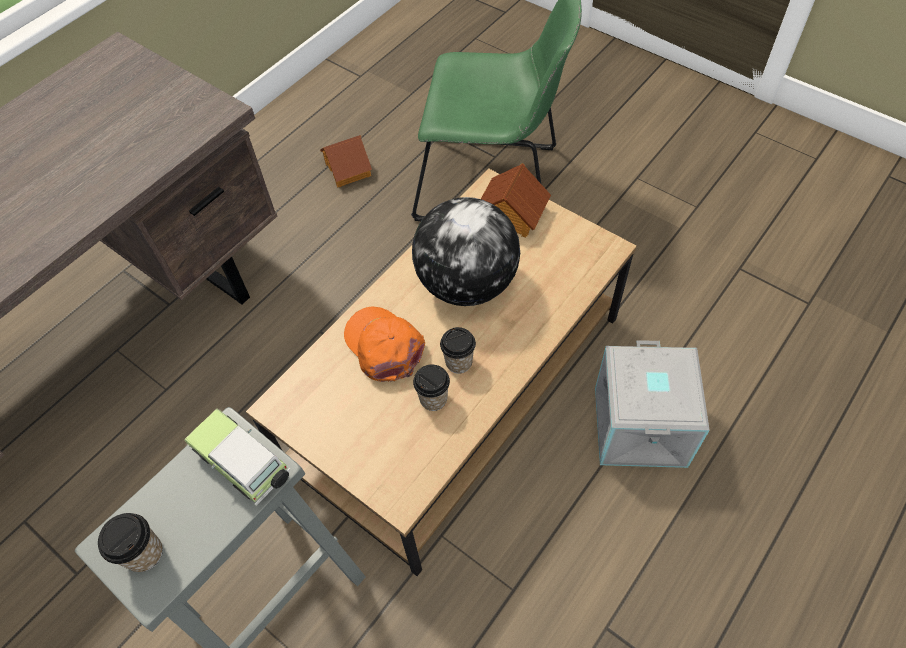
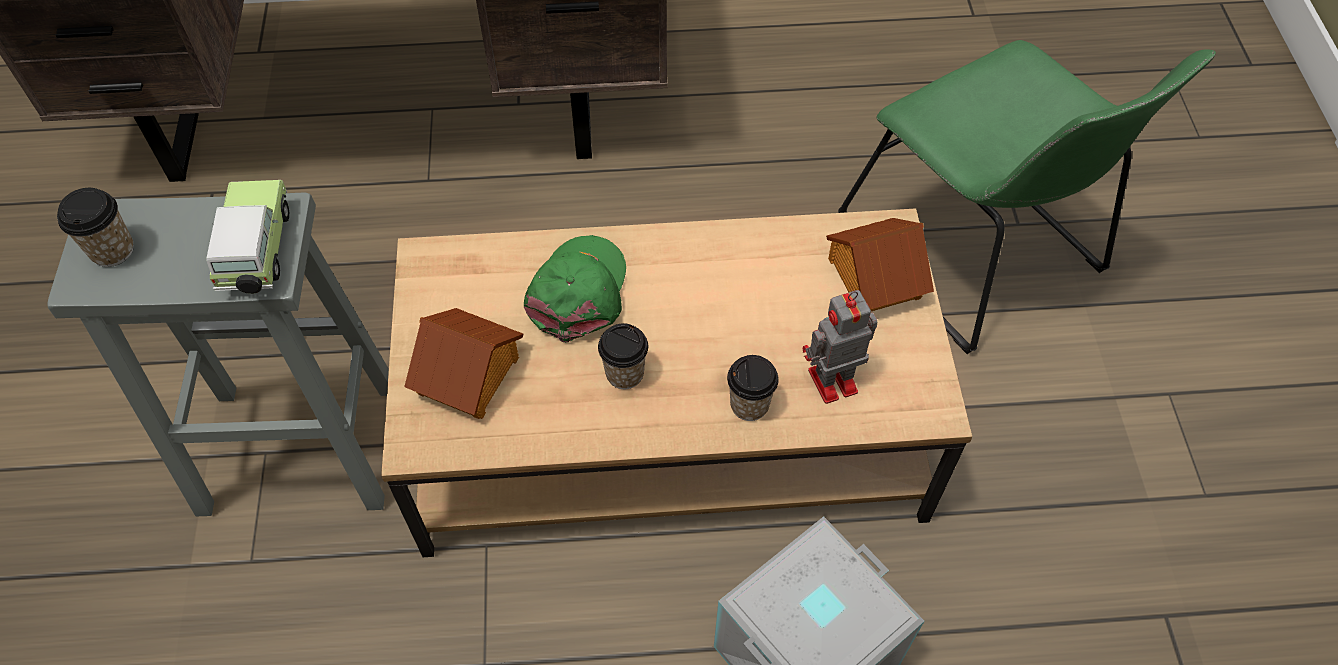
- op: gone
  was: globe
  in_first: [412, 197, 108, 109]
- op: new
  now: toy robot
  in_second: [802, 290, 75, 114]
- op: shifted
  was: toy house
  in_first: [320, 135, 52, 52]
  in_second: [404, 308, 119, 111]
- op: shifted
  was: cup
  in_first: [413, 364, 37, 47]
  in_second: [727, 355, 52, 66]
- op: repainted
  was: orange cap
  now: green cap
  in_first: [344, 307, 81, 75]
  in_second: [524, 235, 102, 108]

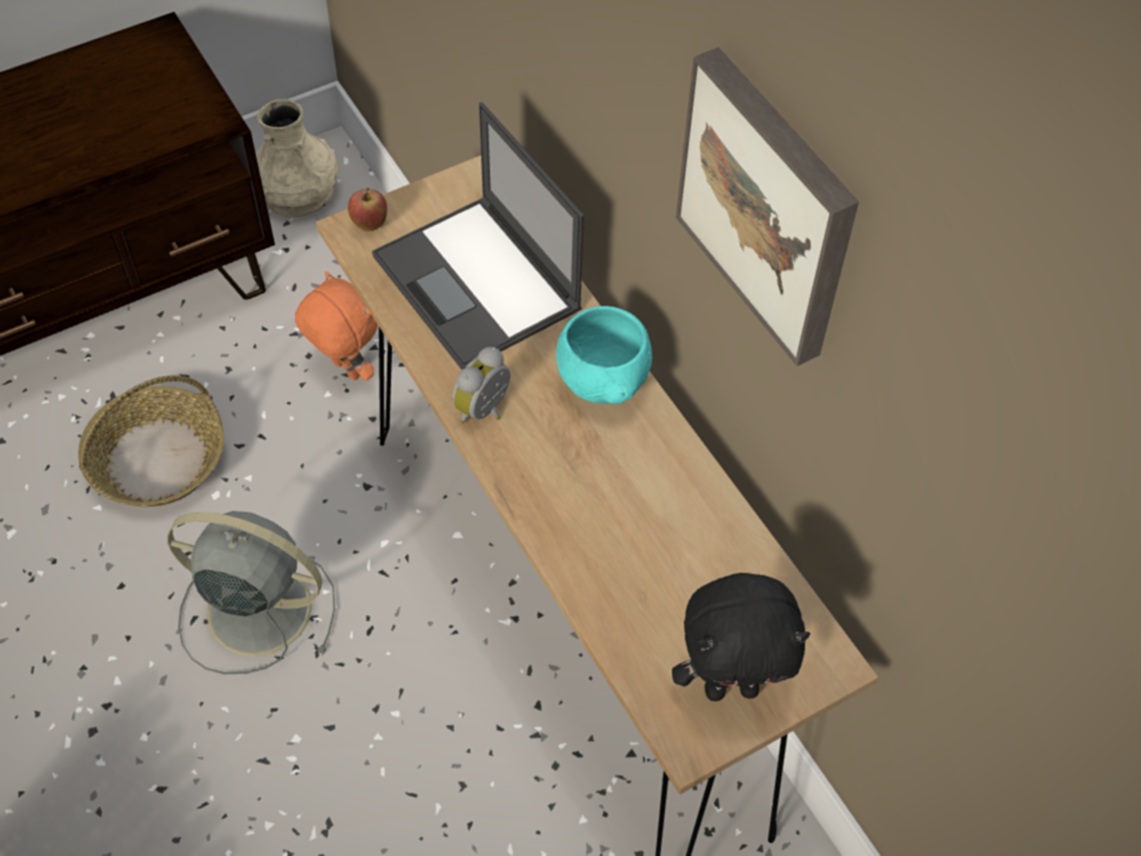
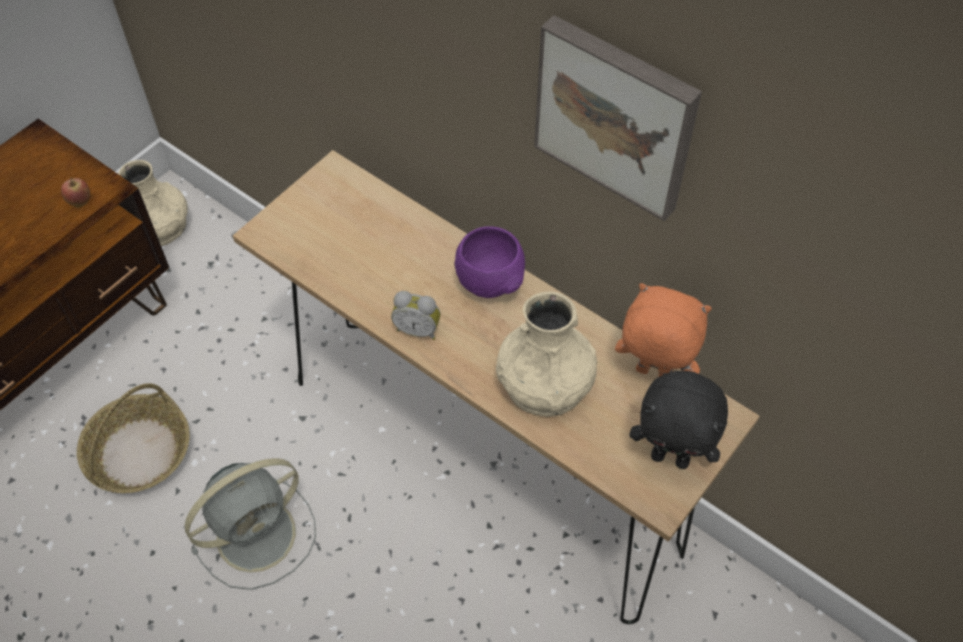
- op: gone
  was: laptop
  in_first: [372, 102, 212, 268]
- op: new
  now: beige vase
  in_second: [496, 291, 101, 126]
- op: shifted
  was: orange plush toy
  in_first: [295, 271, 83, 109]
  in_second: [615, 283, 97, 94]
- op: shifted
  was: apple
  in_first: [348, 187, 39, 44]
  in_second: [61, 177, 29, 31]
- op: repainted
  was: turquoise bowl
  now: purple bowl
  in_first: [556, 306, 96, 98]
  in_second: [455, 226, 70, 72]
- op: rotated
  was: grey fan
  in_first: [167, 511, 168, 163]
  in_second: [185, 458, 131, 132]
  clockwise: 150
- op: rotated
  was: alarm clock
  in_first: [452, 347, 58, 77]
  in_second: [391, 291, 50, 49]
  clockwise: -90
- op: rotated
  was: black plush toy
  in_first: [672, 573, 138, 128]
  in_second: [629, 371, 99, 98]
  clockwise: 45

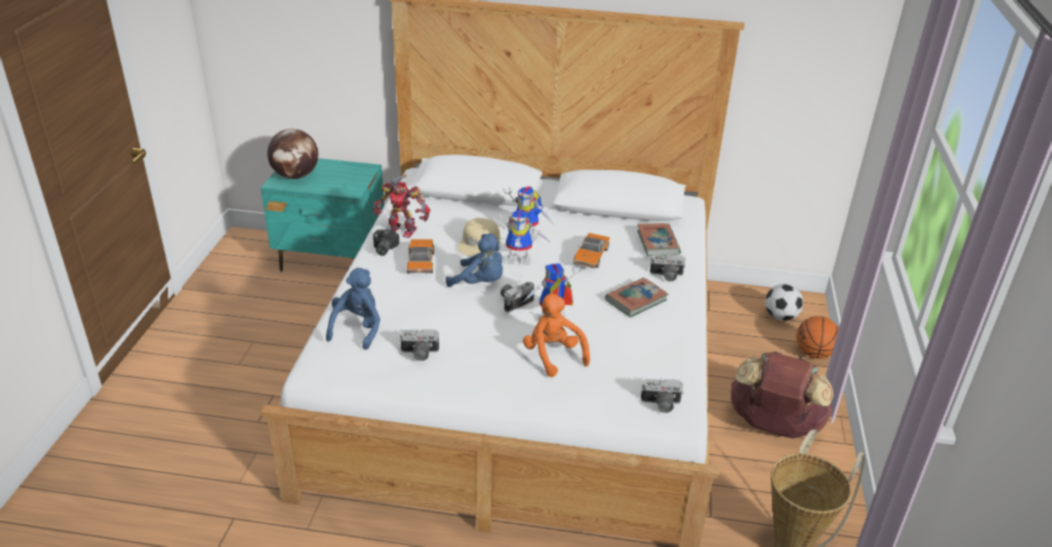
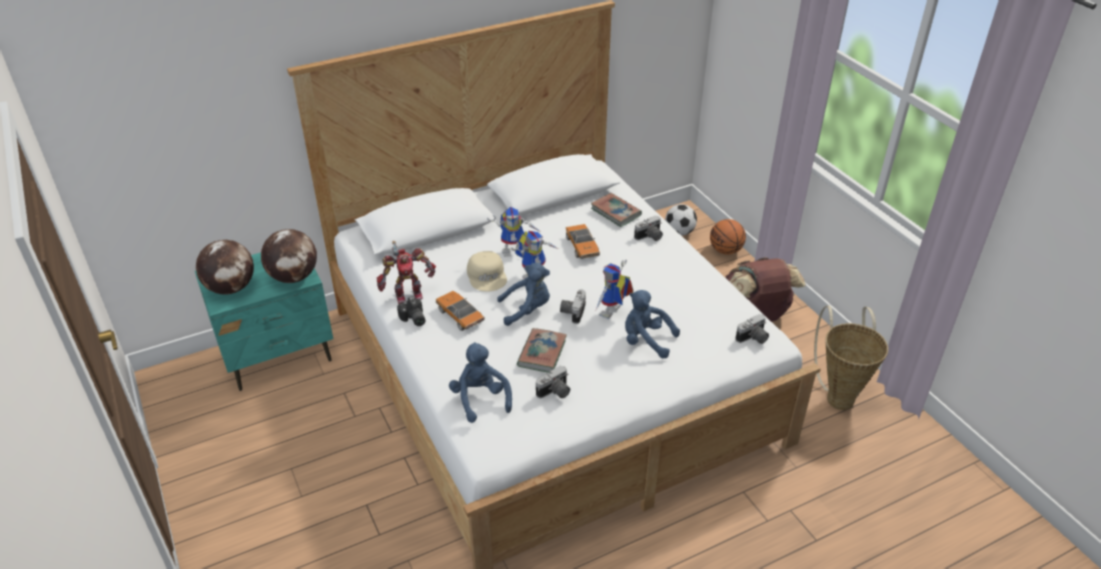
- op: new
  now: globe
  in_second: [261, 229, 56, 54]
- op: shifted
  was: book
  in_first: [605, 277, 64, 40]
  in_second: [517, 328, 50, 45]
- op: repainted
  was: orange plush toy
  now: blue plush toy
  in_first: [523, 294, 67, 83]
  in_second: [625, 290, 55, 68]

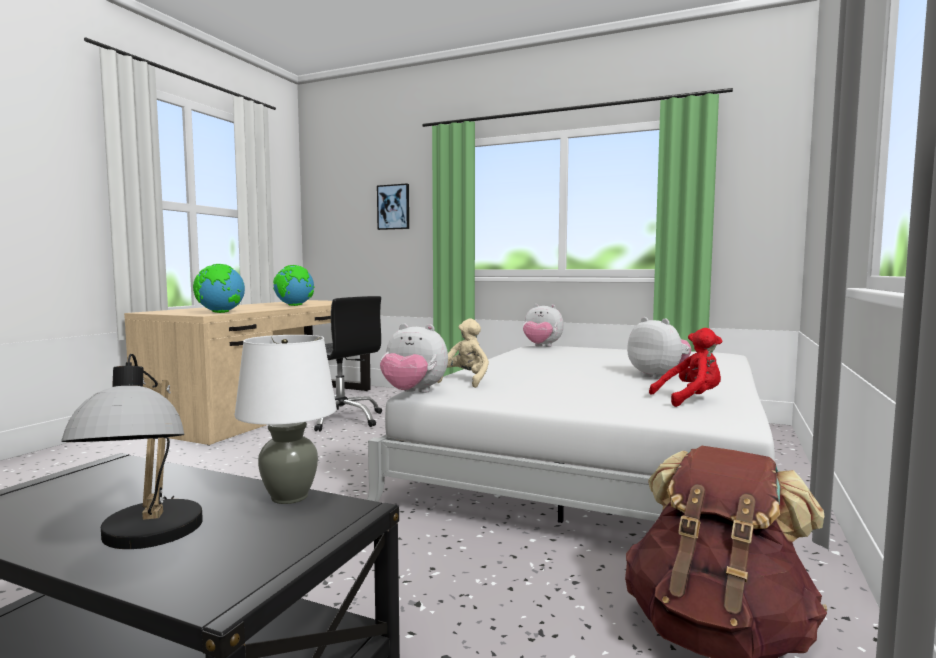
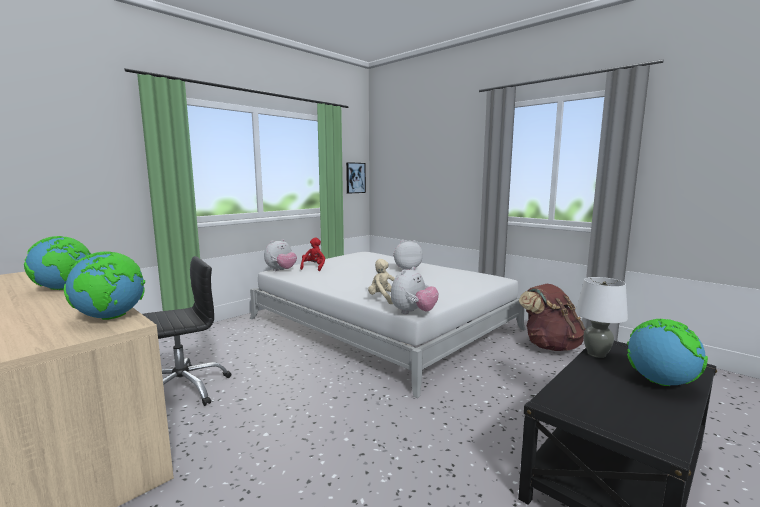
- op: shifted
  was: picture
  in_first: [377, 184, 32, 46]
  in_second: [346, 162, 20, 32]
- op: shifted
  was: red plush toy
  in_first: [649, 328, 73, 79]
  in_second: [300, 237, 25, 34]
- op: swapped
  was: table lamp
  now: globe
  in_first: [61, 354, 142, 195]
  in_second: [627, 319, 81, 67]

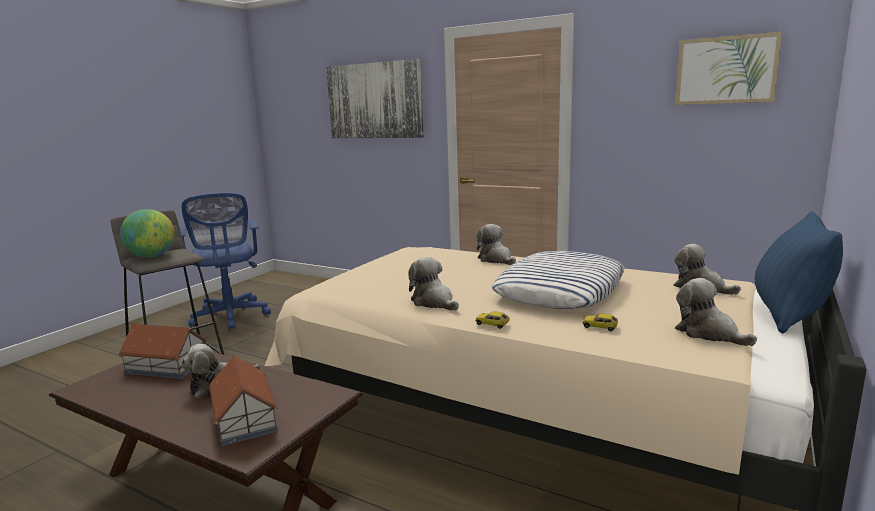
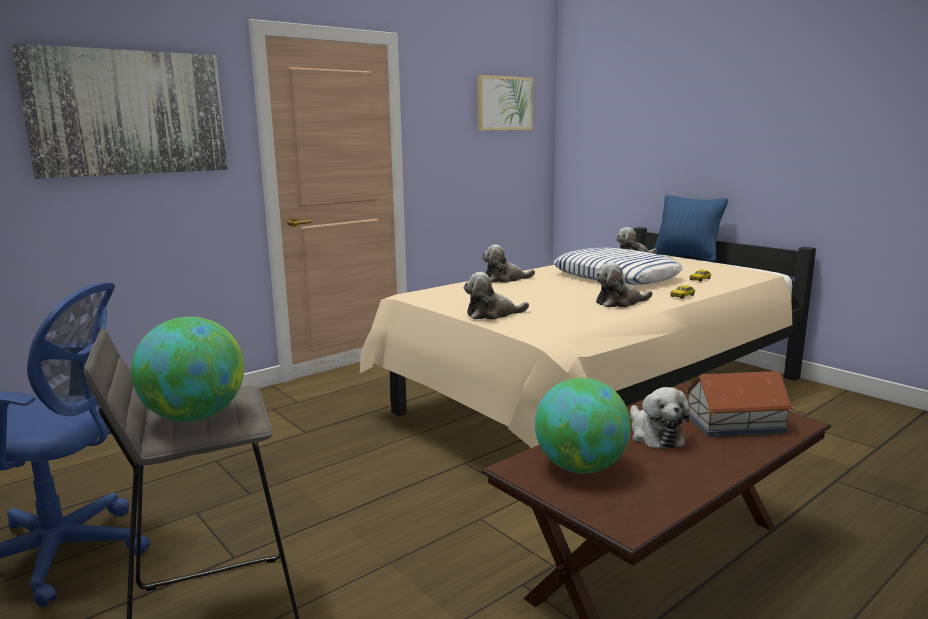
- op: shifted
  was: plush toy
  in_first: [675, 278, 82, 68]
  in_second: [463, 272, 66, 48]
- op: swapped
  was: toy house
  now: globe
  in_first: [118, 324, 90, 55]
  in_second: [535, 378, 96, 96]

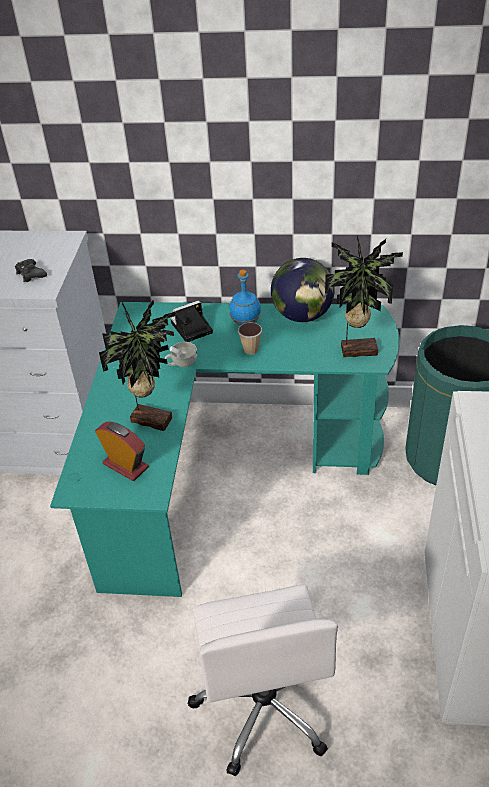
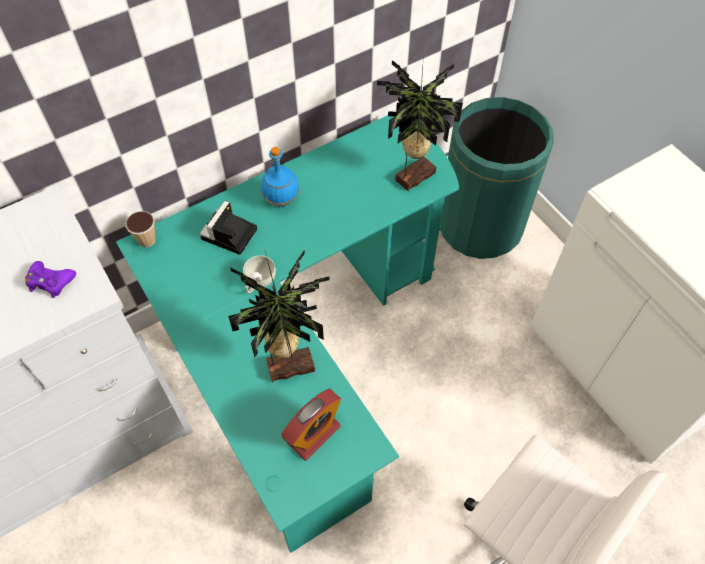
- op: gone
  was: globe
  in_first: [271, 258, 64, 64]
- op: shifted
  was: cup
  in_first: [238, 323, 24, 32]
  in_second: [125, 211, 31, 36]
- op: repainted
  was: black game controller
  now: purple game controller
  in_first: [15, 259, 32, 23]
  in_second: [25, 261, 51, 37]
- op: rotated
  was: alarm clock
  in_first: [95, 422, 54, 59]
  in_second: [281, 389, 60, 71]
  clockwise: 135

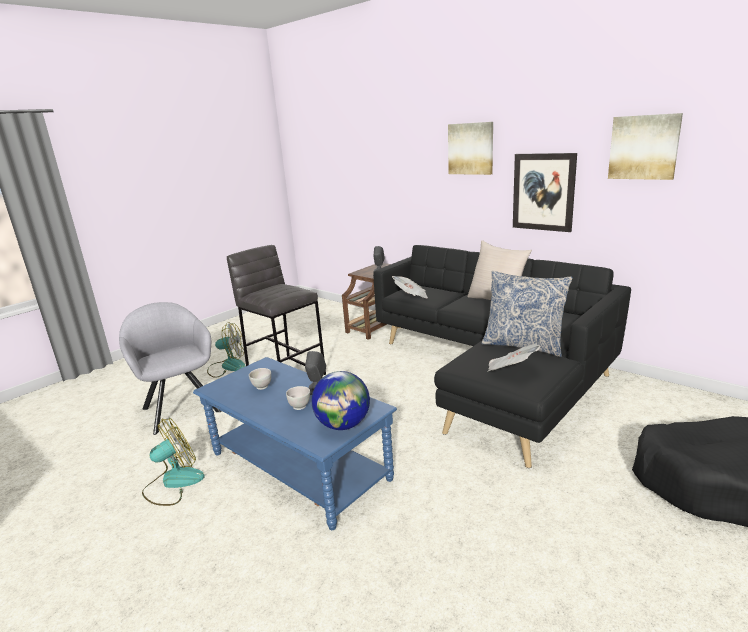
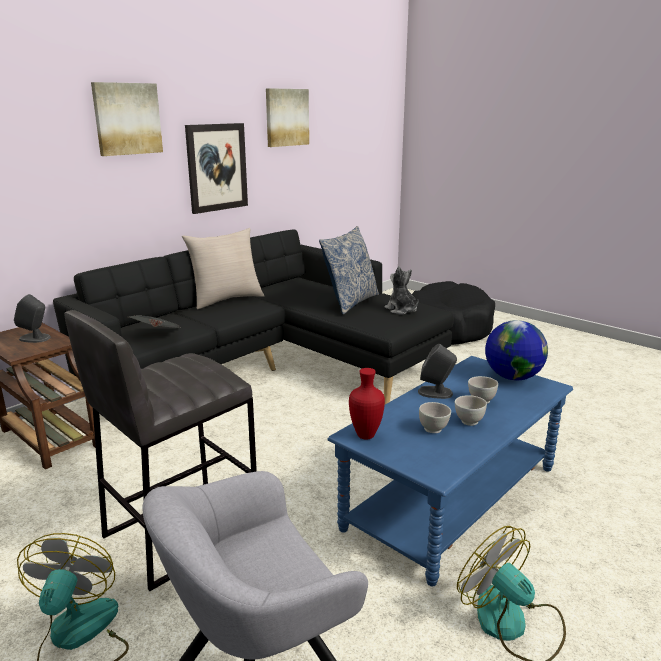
- op: new
  now: red vase
  in_second: [349, 368, 36, 72]
- op: new
  now: white bowl
  in_second: [455, 395, 32, 31]
- op: swapped
  was: newspaper
  now: plush toy
  in_first: [488, 343, 52, 28]
  in_second: [385, 266, 33, 49]

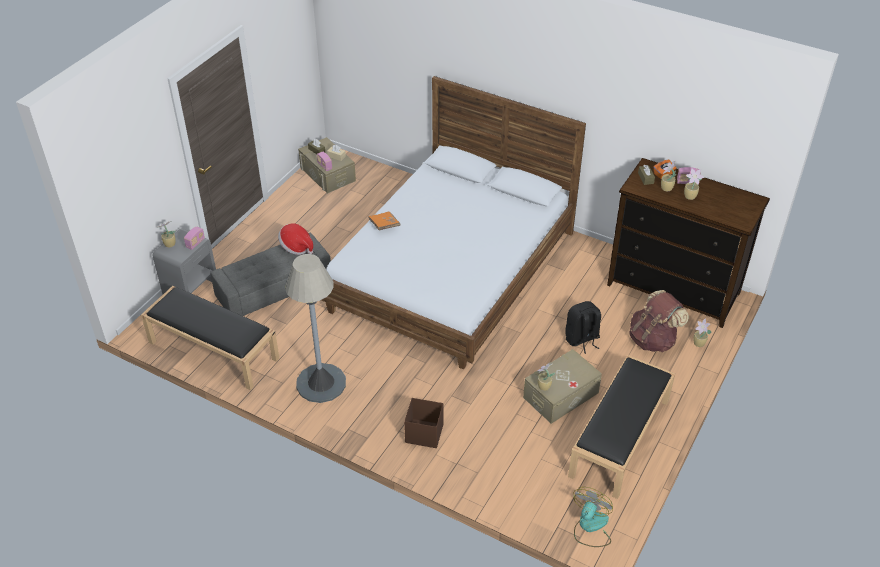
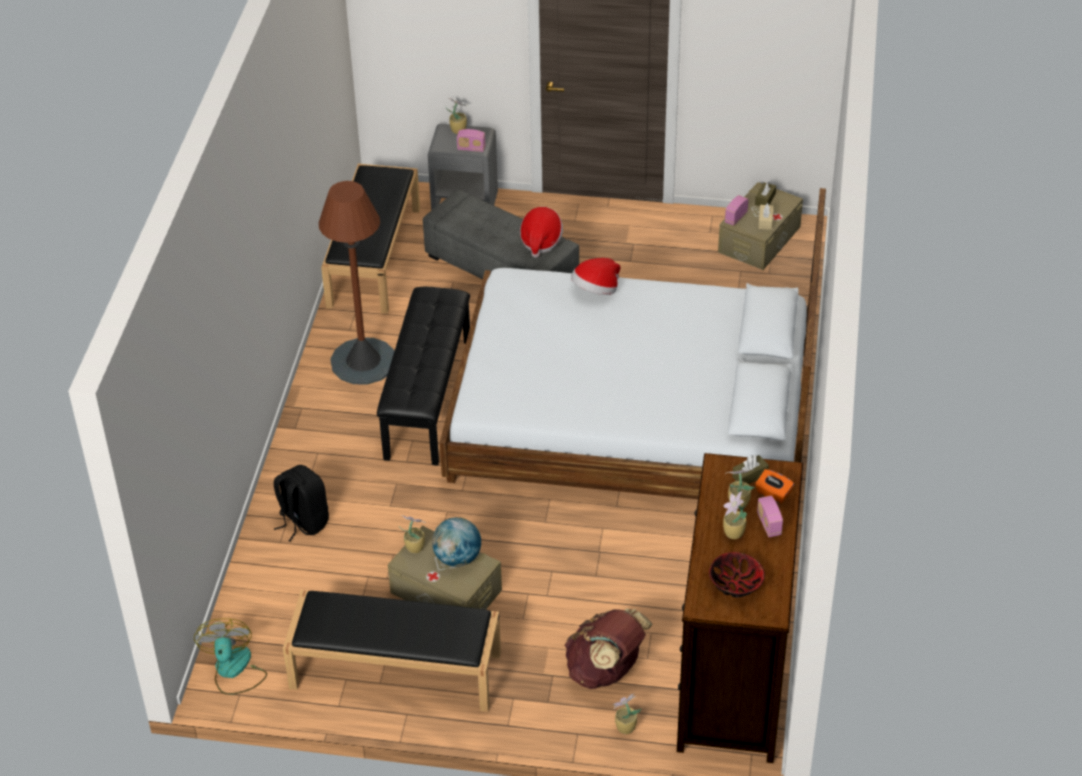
- op: gone
  was: brown storage box
  in_first: [404, 398, 40, 50]
- op: new
  now: black bench
  in_second: [377, 287, 93, 179]
- op: new
  now: globe
  in_second: [432, 517, 49, 50]
- op: new
  now: bowl
  in_second: [709, 552, 56, 45]
- op: shifted
  was: black backpack
  in_first: [565, 301, 36, 53]
  in_second: [274, 465, 55, 77]
- op: swapped
  was: orange book
  now: hat
  in_first: [368, 212, 32, 19]
  in_second: [571, 258, 50, 37]
- op: repainted
  was: grey floor lamp
  now: brown floor lamp
  in_first: [285, 254, 61, 149]
  in_second: [319, 181, 75, 203]
- op: rotated
  was: fan
  in_first: [573, 487, 40, 60]
  in_second: [194, 618, 73, 77]
  clockwise: -105

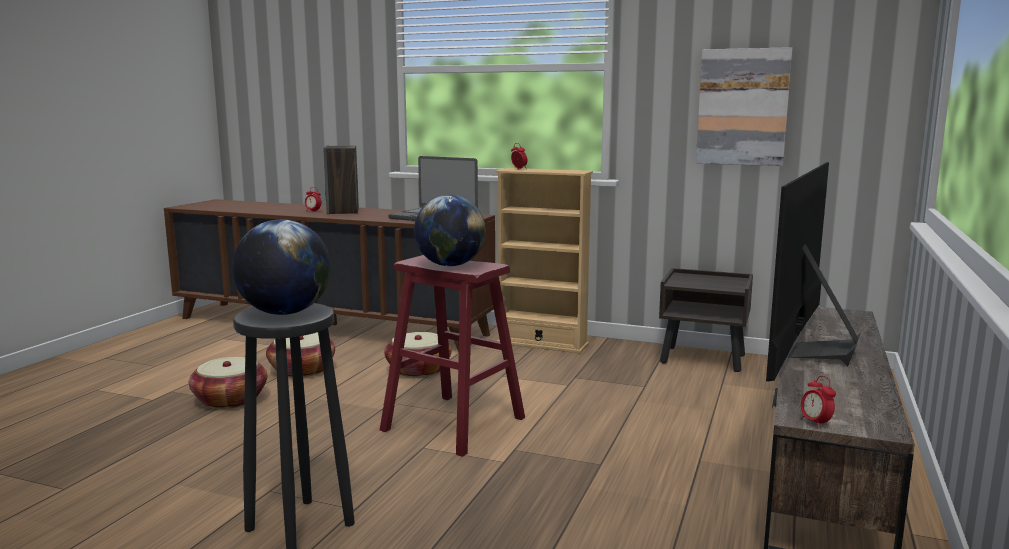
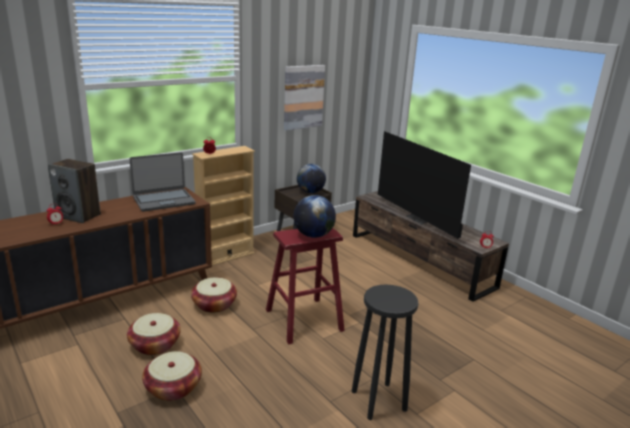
- op: shifted
  was: globe
  in_first: [232, 219, 99, 96]
  in_second: [297, 164, 29, 29]

